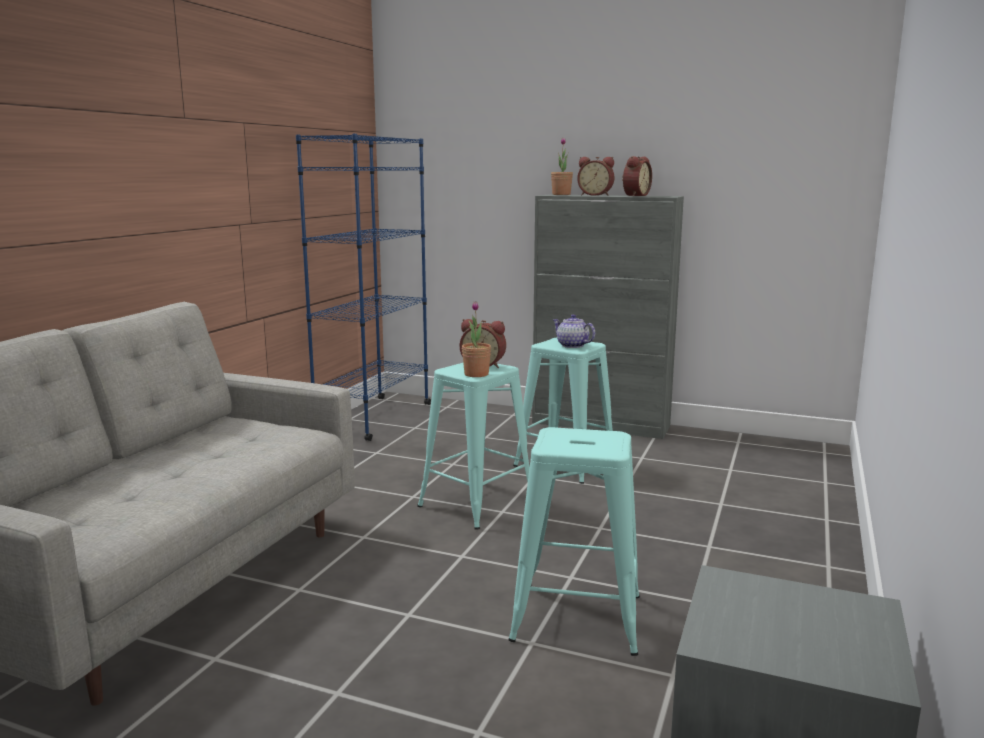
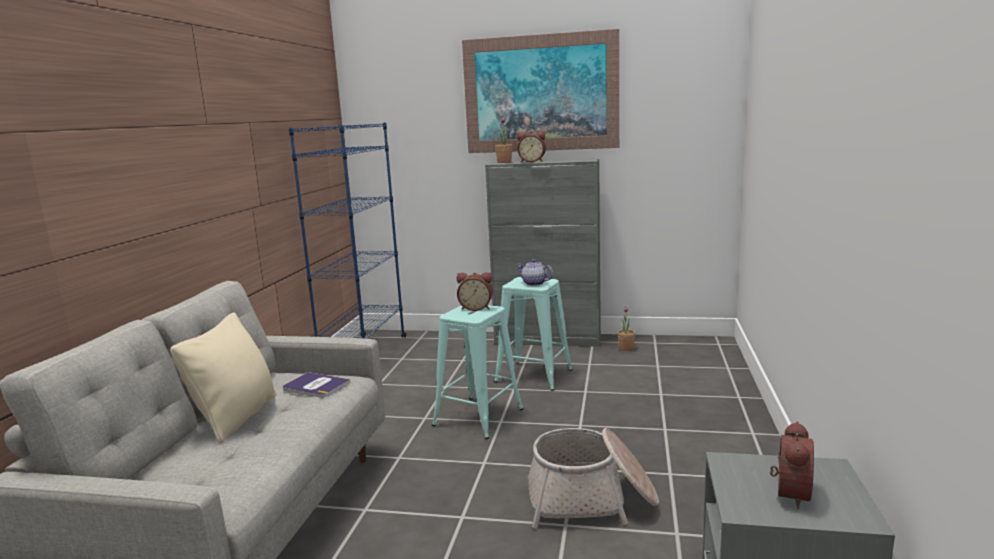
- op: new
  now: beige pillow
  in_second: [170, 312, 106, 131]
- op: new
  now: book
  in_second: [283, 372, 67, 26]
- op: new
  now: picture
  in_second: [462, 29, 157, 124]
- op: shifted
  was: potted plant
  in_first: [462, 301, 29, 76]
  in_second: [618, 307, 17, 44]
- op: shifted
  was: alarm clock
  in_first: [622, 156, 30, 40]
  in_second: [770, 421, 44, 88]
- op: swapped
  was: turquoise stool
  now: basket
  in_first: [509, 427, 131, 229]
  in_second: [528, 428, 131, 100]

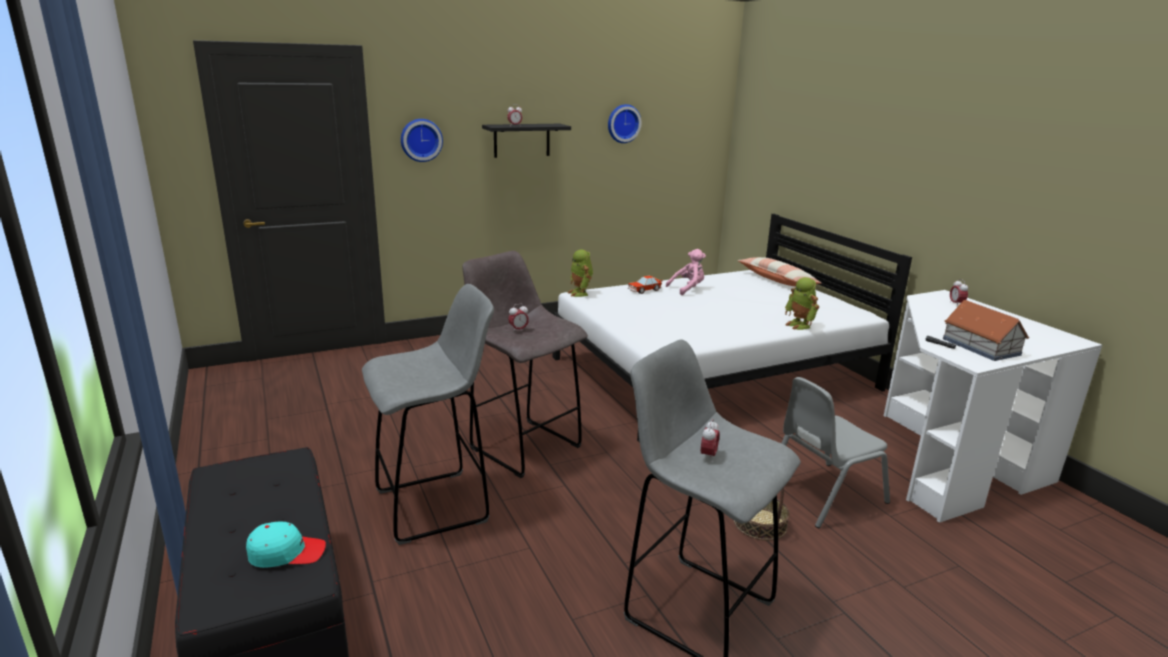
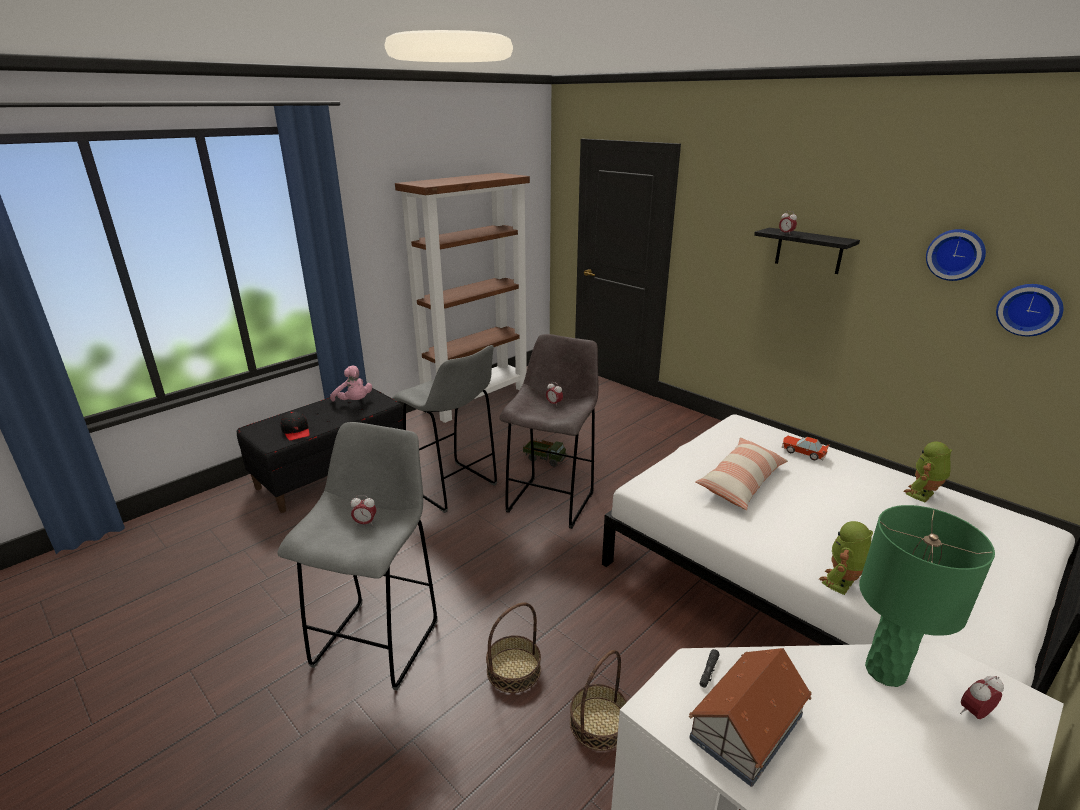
- op: new
  now: brown bookcase
  in_second: [395, 173, 135, 250]
- op: new
  now: toy truck
  in_second: [523, 437, 44, 30]
- op: new
  now: green table lamp
  in_second: [859, 505, 136, 182]
- op: shifted
  was: wall clock
  in_first: [401, 119, 42, 43]
  in_second: [996, 284, 67, 52]
- op: shifted
  was: toy robot
  in_first: [568, 250, 25, 47]
  in_second: [903, 442, 49, 60]
- op: shifted
  was: pink plush toy
  in_first: [666, 249, 40, 46]
  in_second: [330, 365, 42, 37]
- op: shifted
  was: pillow
  in_first: [738, 257, 83, 30]
  in_second: [695, 437, 93, 73]
- op: swapped
  was: grey chair
  now: basket
  in_first: [781, 377, 109, 151]
  in_second: [570, 650, 57, 101]
- op: repainted
  was: turquoise cap
  now: black cap
  in_first: [246, 522, 80, 46]
  in_second: [281, 412, 29, 29]

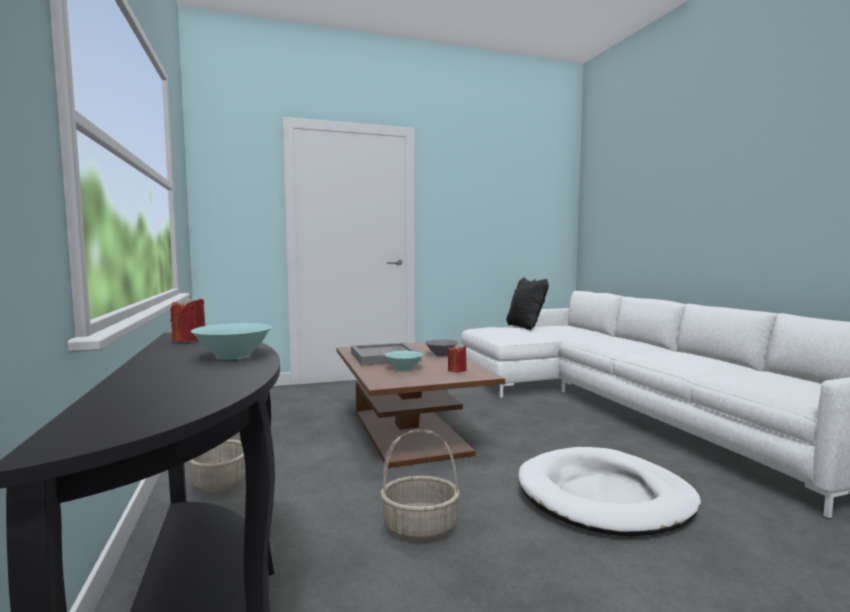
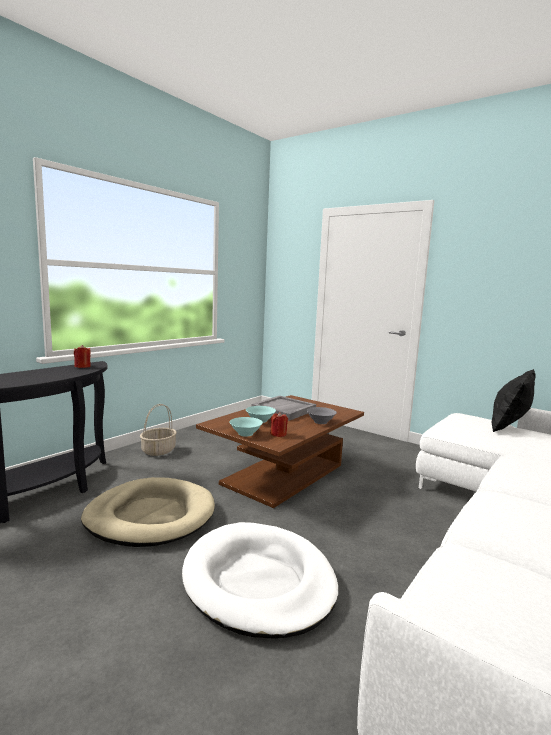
- op: shifted
  was: turquoise bowl
  in_first: [191, 323, 81, 37]
  in_second: [229, 417, 34, 20]
- op: swapped
  was: basket
  now: beige dog bed
  in_first: [381, 429, 79, 112]
  in_second: [81, 477, 134, 70]

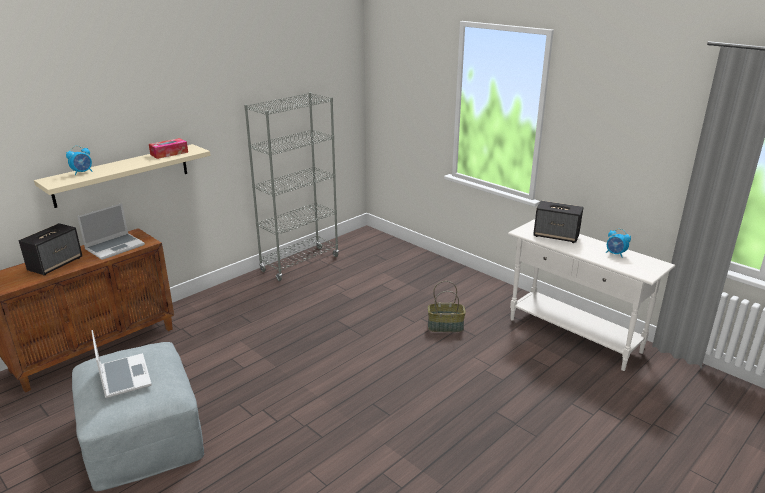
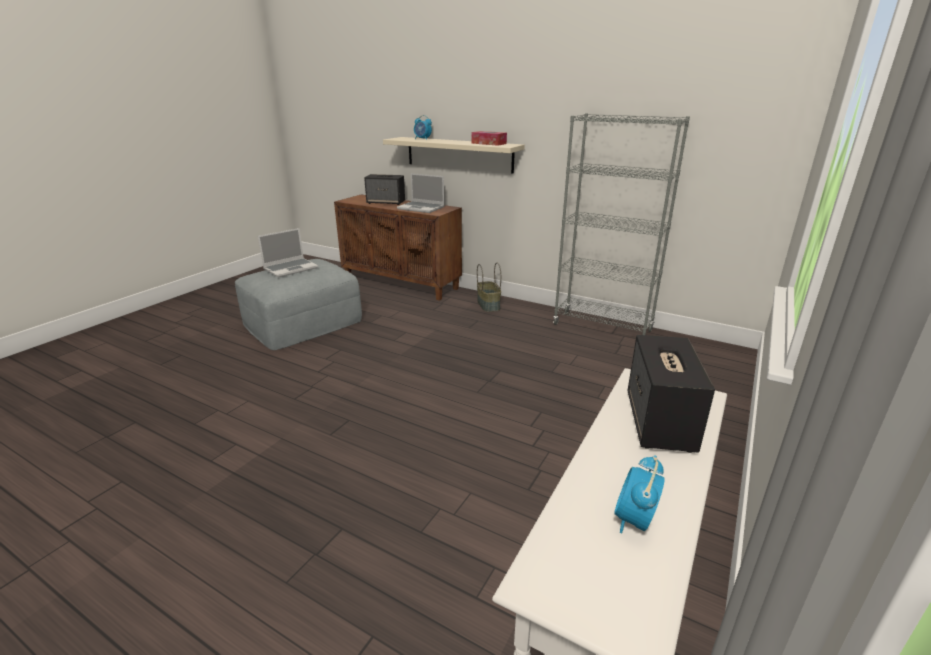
- op: shifted
  was: basket
  in_first: [428, 281, 38, 51]
  in_second: [477, 263, 24, 49]

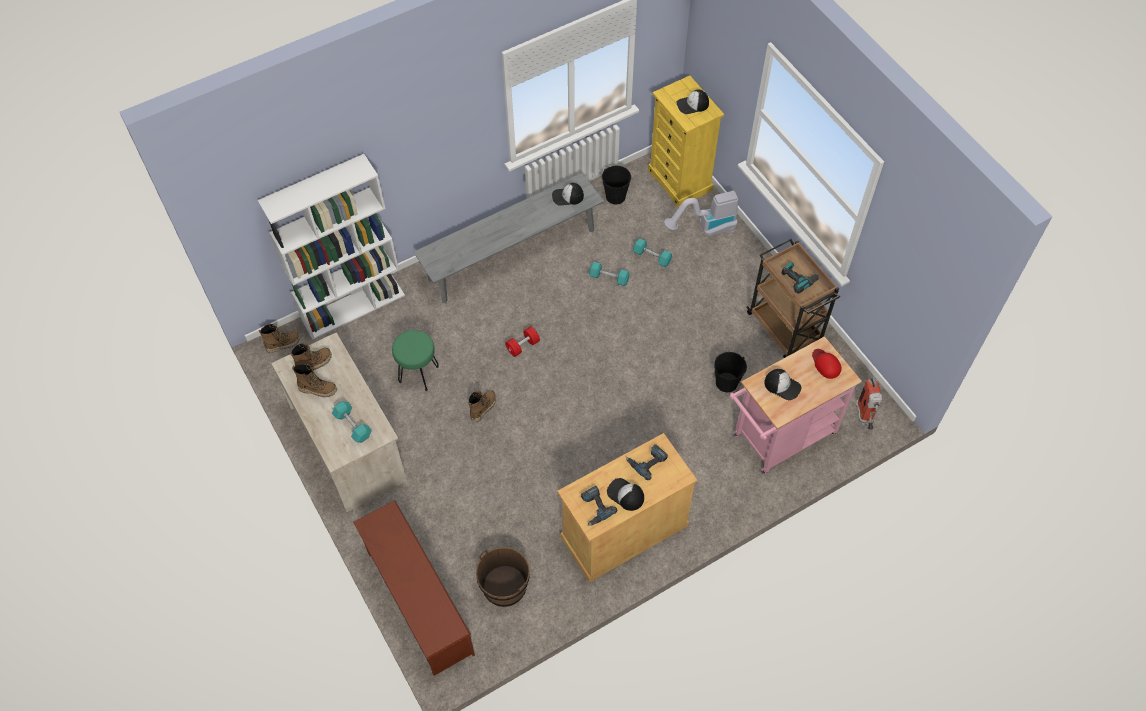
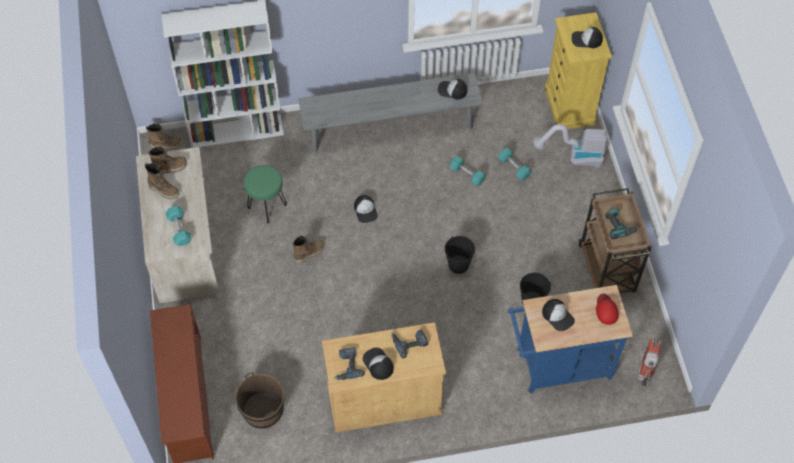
- op: shifted
  was: black bucket
  in_first: [602, 166, 29, 38]
  in_second: [445, 236, 30, 38]
- op: swapped
  was: red dumbbell
  now: cap
  in_first: [505, 326, 35, 31]
  in_second: [354, 195, 24, 28]
- op: repainted
  was: pink cart
  now: blue cart
  in_first: [730, 336, 132, 138]
  in_second: [508, 285, 125, 108]

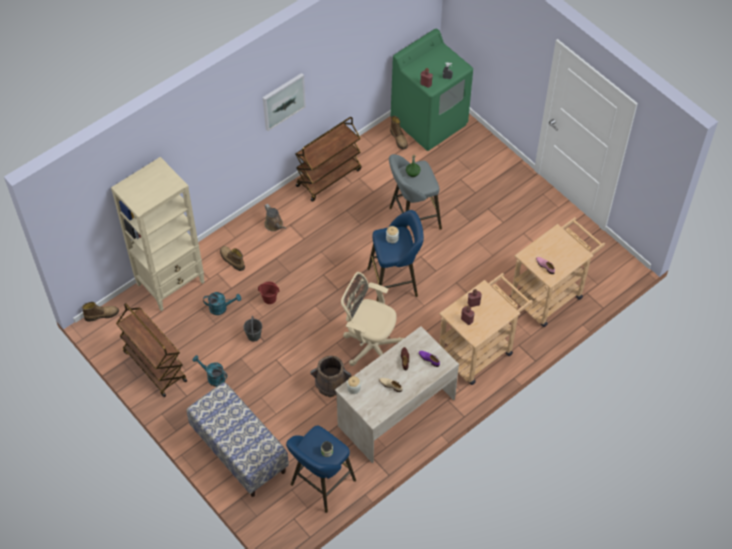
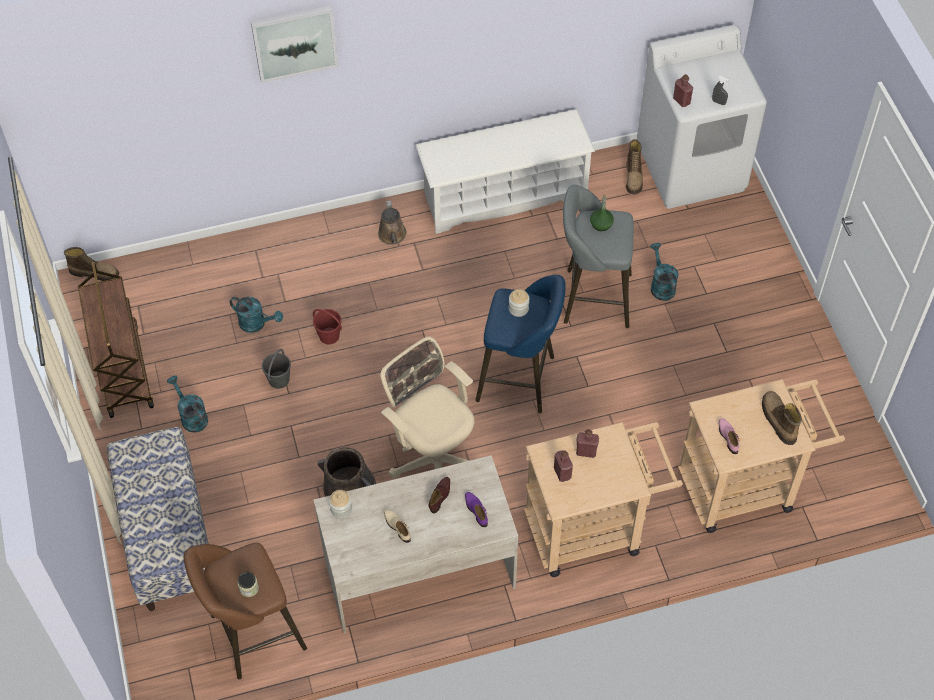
- op: gone
  was: beige bookcase
  in_first: [111, 157, 94, 154]
- op: new
  now: turquoise watering can
  in_second: [650, 243, 28, 58]
- op: shifted
  was: boot
  in_first: [220, 246, 25, 25]
  in_second: [762, 391, 40, 54]
- op: shifted
  was: picture
  in_first: [263, 73, 43, 58]
  in_second: [251, 6, 87, 77]
- op: swapped
  was: brown cart
  now: white shoe rack
  in_first: [295, 117, 67, 85]
  in_second: [416, 109, 179, 125]
- op: repainted
  was: blue stool
  now: brown stool
  in_first: [286, 425, 70, 88]
  in_second: [184, 542, 123, 137]
- op: repainted
  was: green washing machine
  now: white washing machine
  in_first: [391, 29, 82, 122]
  in_second: [637, 25, 130, 184]

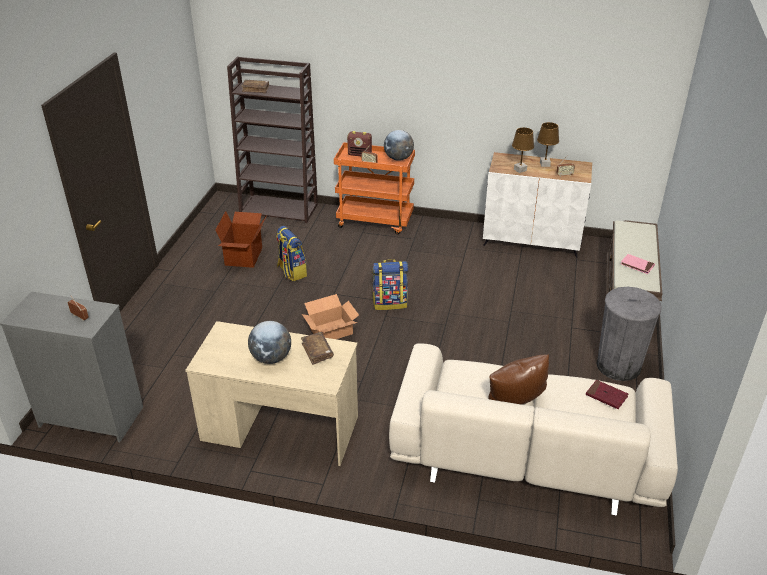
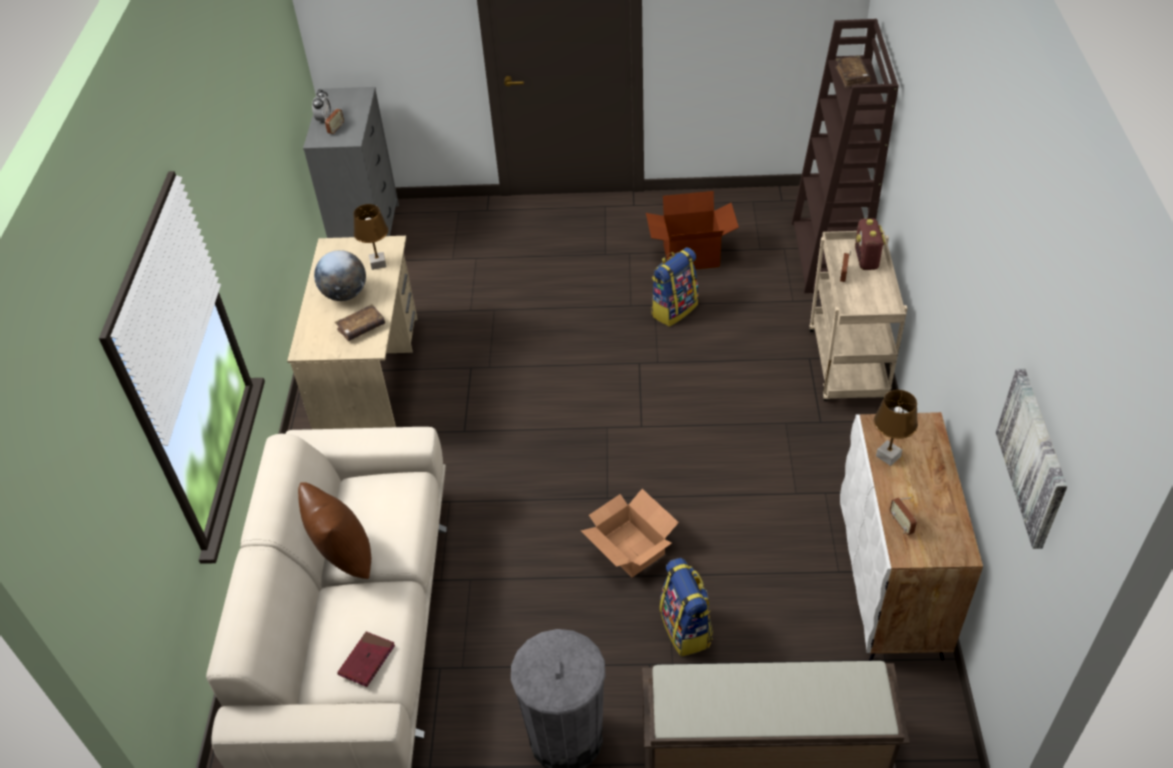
- op: gone
  was: globe
  in_first: [384, 130, 30, 31]
- op: gone
  was: pink book
  in_first: [621, 254, 34, 20]
- op: new
  now: alarm clock
  in_second: [312, 89, 20, 32]
- op: new
  now: picture
  in_second: [996, 369, 71, 180]
- op: shifted
  was: cardboard box
  in_first: [302, 294, 57, 45]
  in_second: [581, 489, 98, 88]
- op: shifted
  was: backpack
  in_first: [372, 259, 36, 51]
  in_second: [660, 558, 53, 99]
- op: shifted
  was: brown table lamp
  in_first: [537, 122, 22, 45]
  in_second: [353, 204, 35, 66]
- op: repainted
  was: orange cart
  now: beige cart
  in_first: [334, 142, 81, 93]
  in_second: [809, 230, 99, 171]

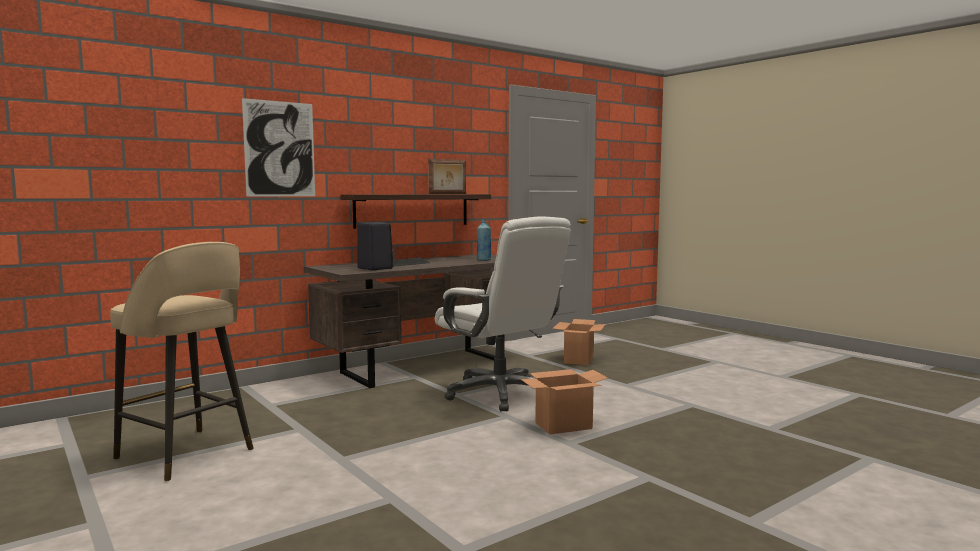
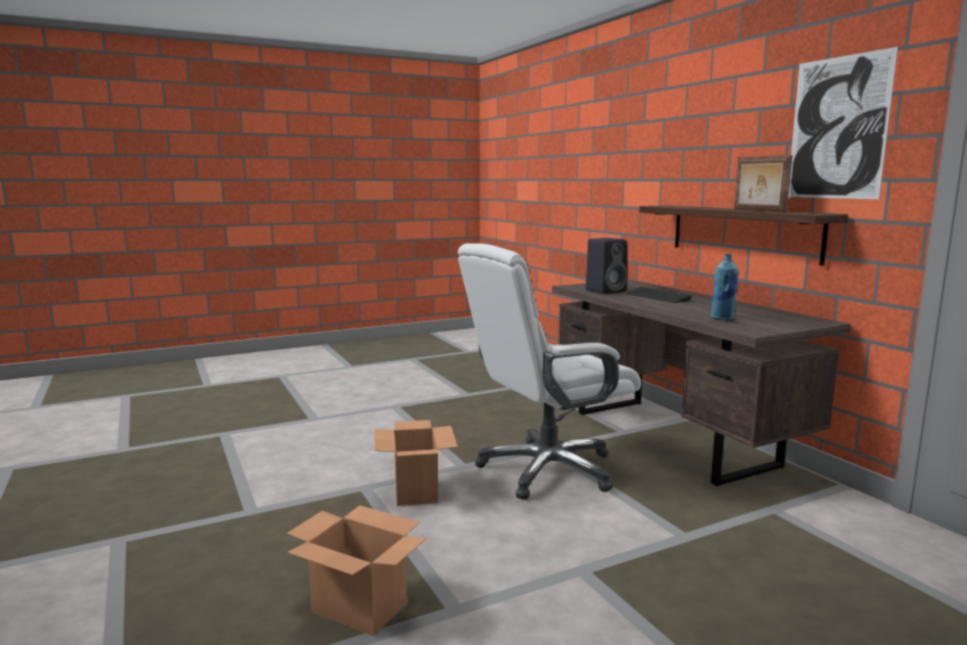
- op: gone
  was: beige stool
  in_first: [110, 242, 144, 240]
- op: shifted
  was: picture
  in_first: [242, 98, 73, 98]
  in_second: [789, 47, 109, 152]
- op: shifted
  was: cardboard box
  in_first: [553, 319, 53, 46]
  in_second: [287, 505, 140, 131]

